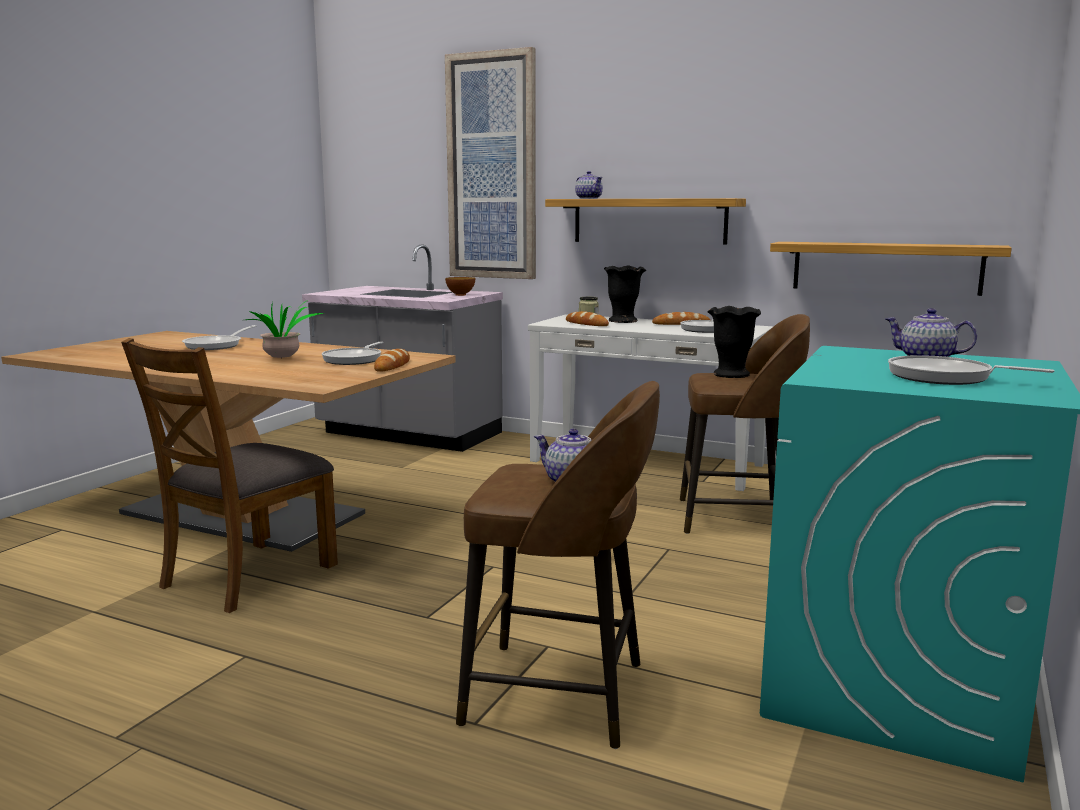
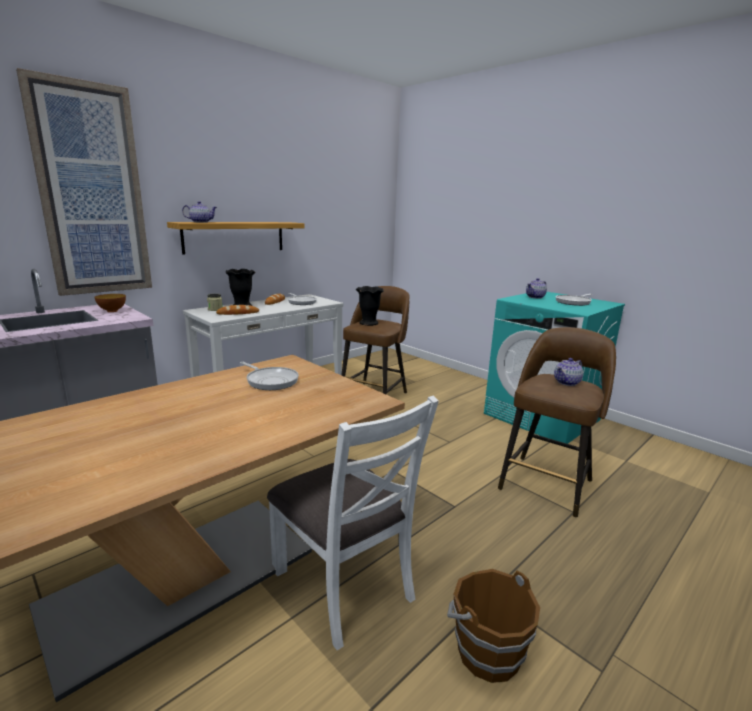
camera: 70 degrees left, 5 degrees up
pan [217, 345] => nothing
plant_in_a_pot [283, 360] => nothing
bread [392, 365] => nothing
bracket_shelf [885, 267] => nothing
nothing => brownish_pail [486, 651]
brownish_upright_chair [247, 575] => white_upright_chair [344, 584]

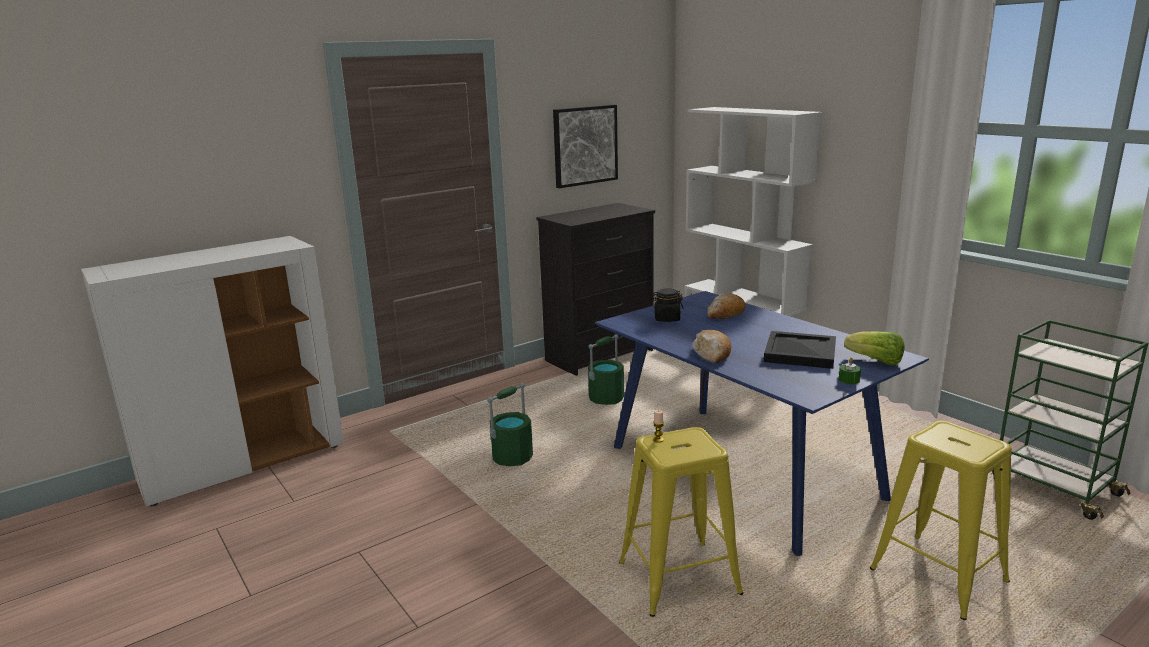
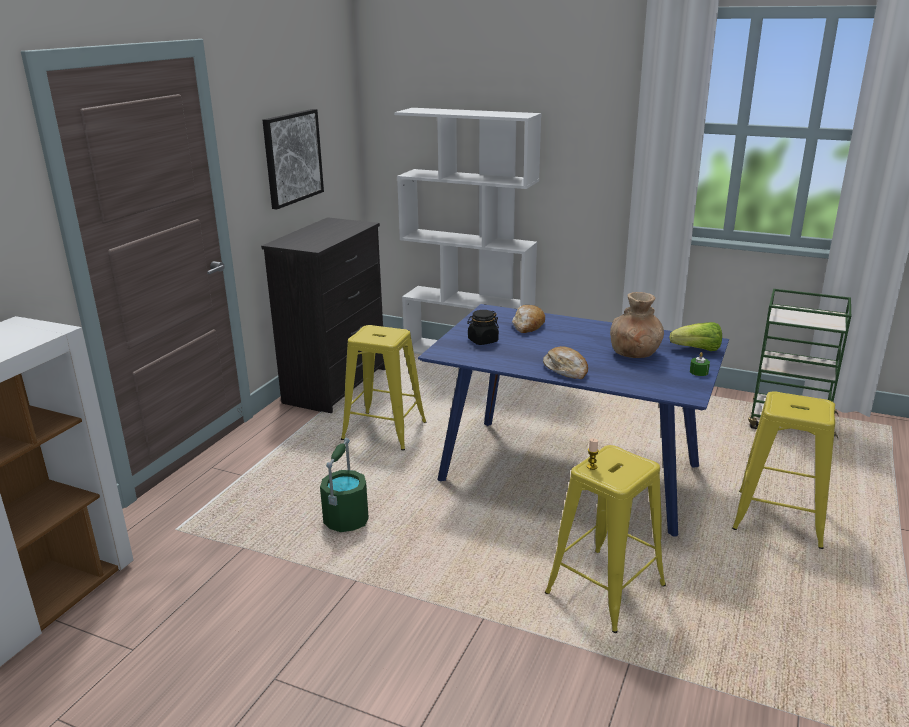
camera: 30 degrees left, 5 degrees up
green_pail [606, 398] => yellow-coloured_stool [384, 431]
black-coloured_tray [801, 352] => brownish_flower_vase [635, 353]

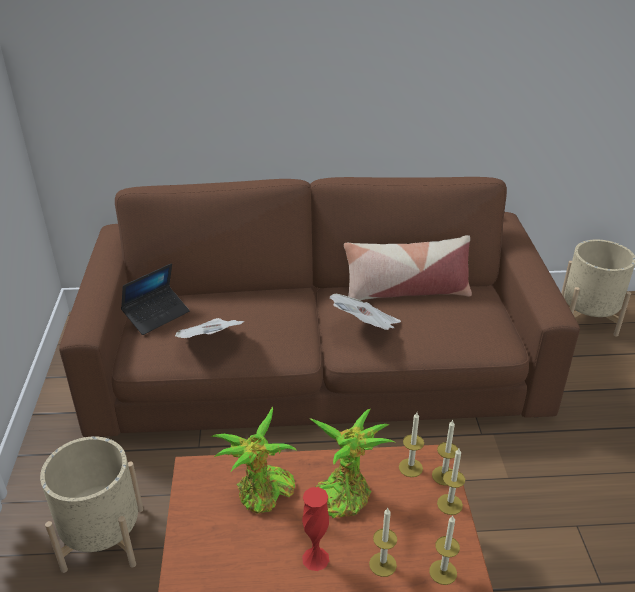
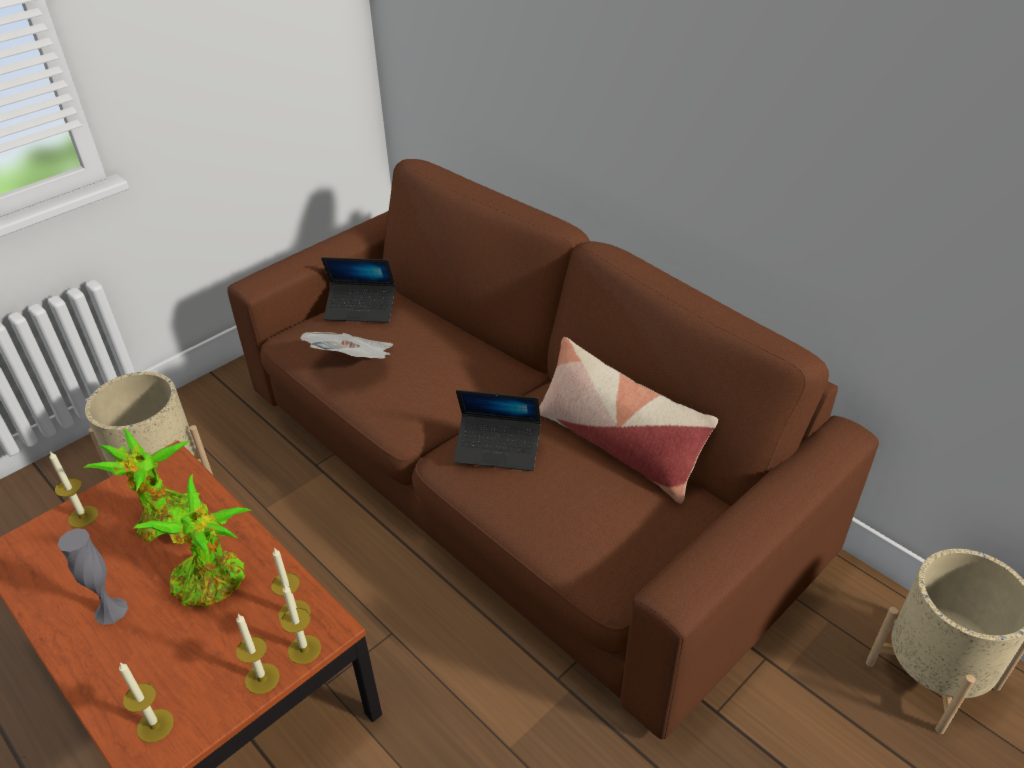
camera: 50 degrees right, 5 degrees up
wax_light [382, 564] => wax_light [83, 516], relocated
daily_paper [365, 327] => laptop [498, 449]
red-coloured_flower_vase [315, 558] => gray_flower_vase [111, 611]

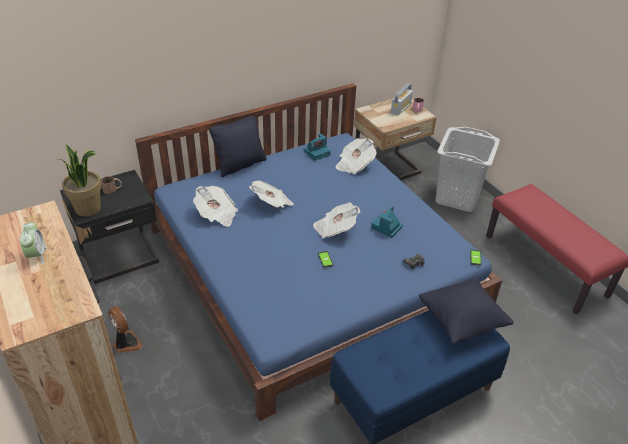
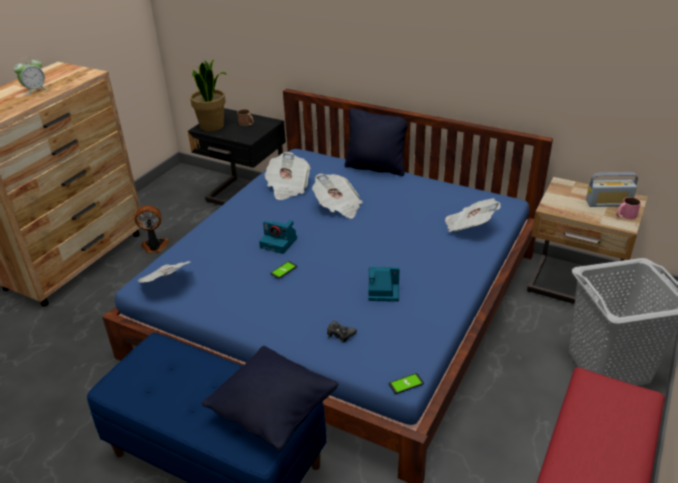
camera: 60 degrees right, 5 degrees down
photo_camera [317, 152] => photo_camera [279, 242], relocated
daily_paper [335, 229] => daily_paper [166, 283], relocated
fan [126, 343] => fan [154, 246], 120 degrees counterclockwise

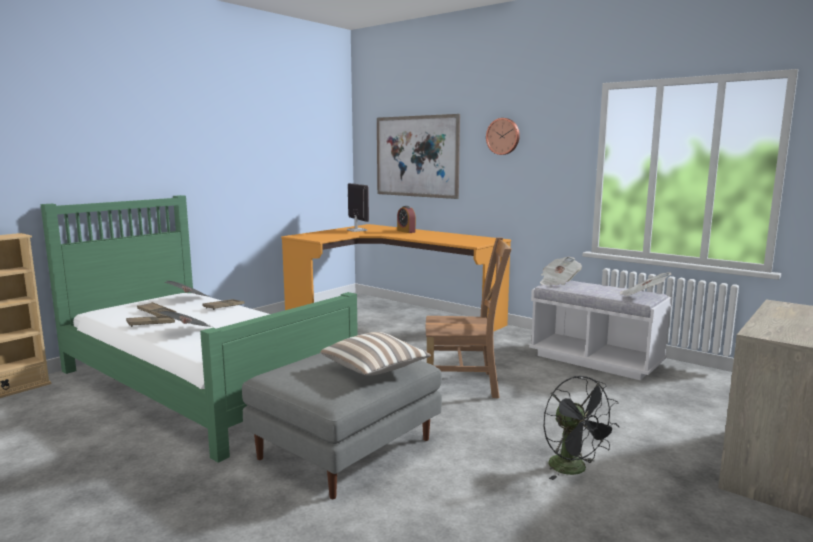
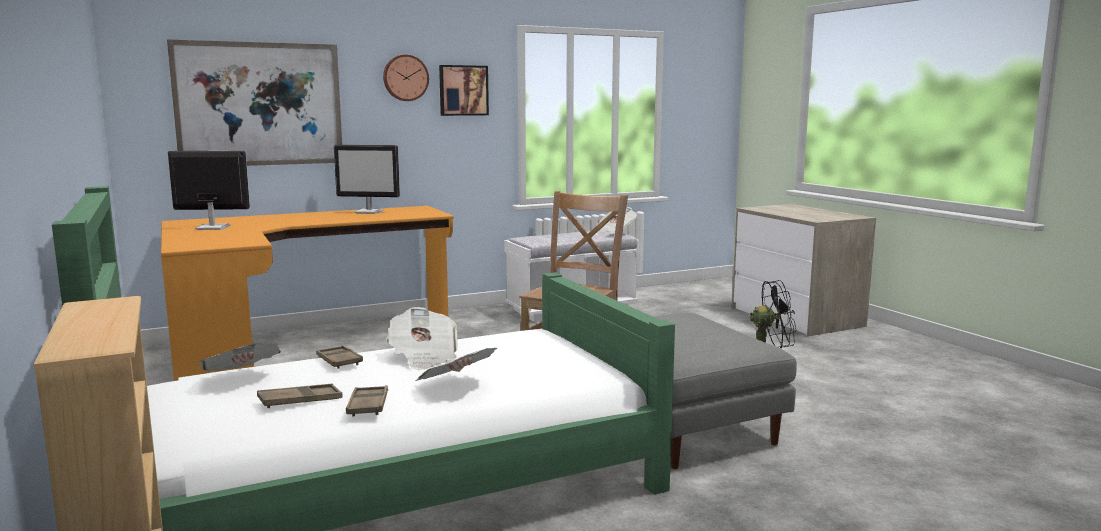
camera: 65 degrees left, 0 degrees up
cushion [375, 369] => nothing
alarm_clock [406, 231] => nothing
nothing => monitor [369, 212]
nothing => wall_picture [463, 90]
daily_paper [558, 282] => daily_paper [424, 357], relocated

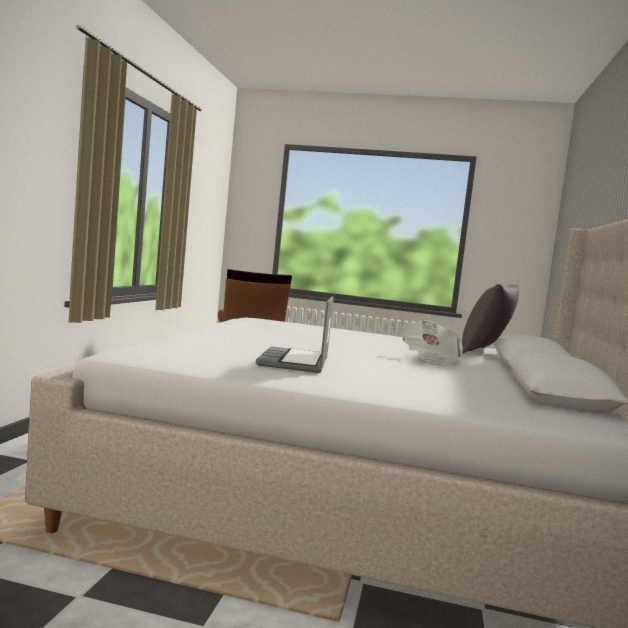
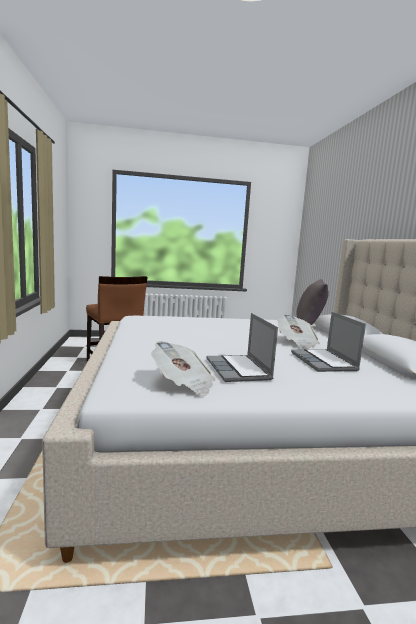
camera: 20 degrees left, 5 degrees up
nothing => daily_paper [183, 384]
nothing => laptop [324, 362]

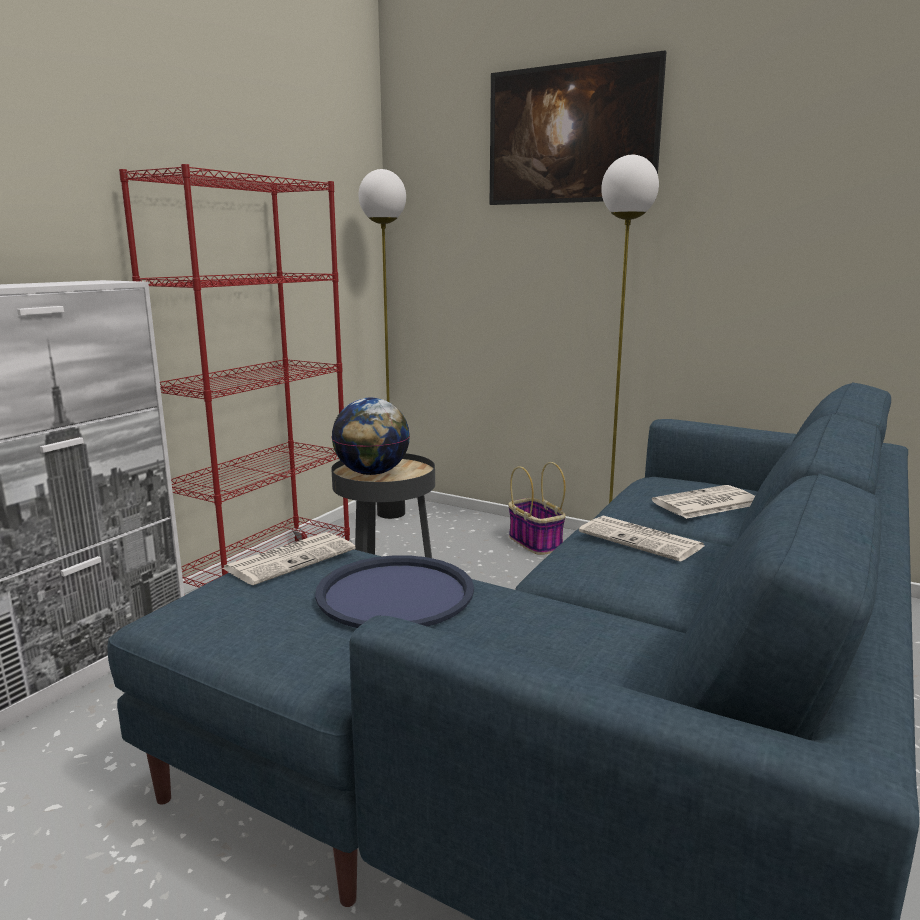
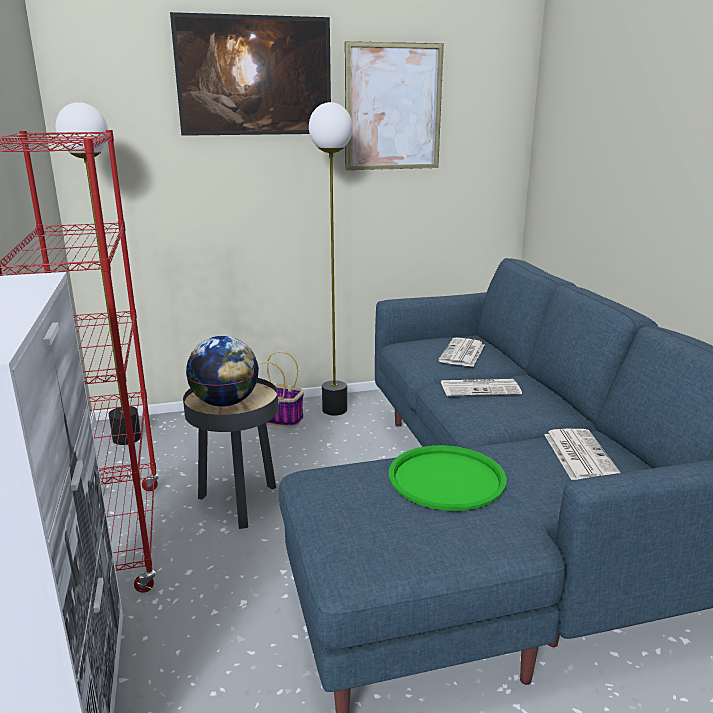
camera: 45 degrees left, 5 degrees up
nothing => wall_picture [393, 107]
daily_paper [291, 558] => daily_paper [579, 455], relocated
blue-coloured_tray [395, 594] => green_tray [446, 478]

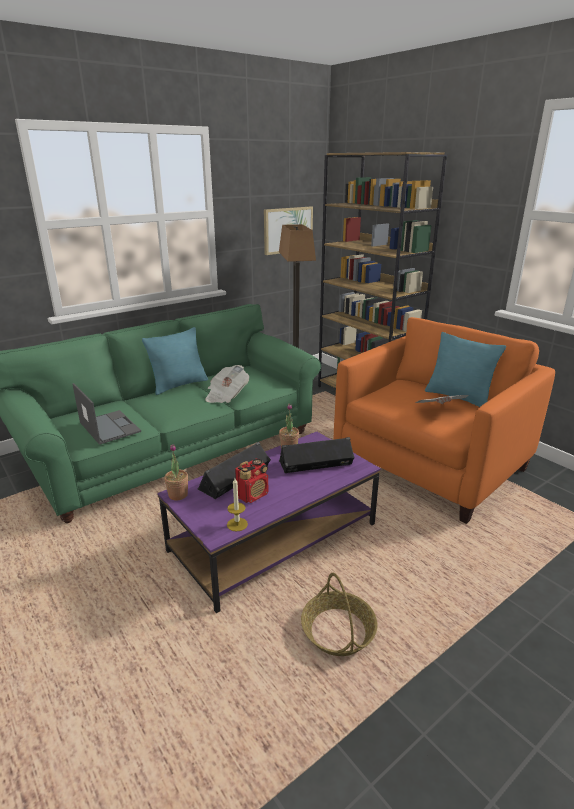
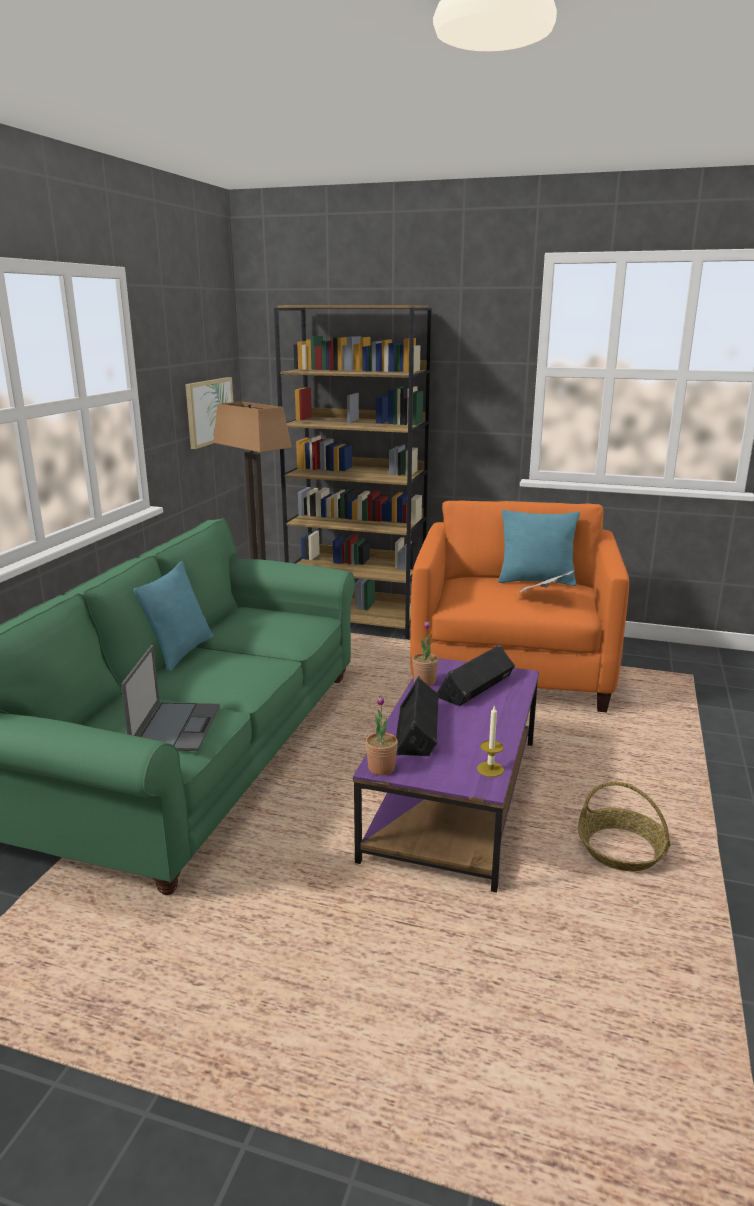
camera: 35 degrees left, 5 degrees down
daily_paper [226, 395] => nothing
radio_set [253, 495] => nothing
laptop [109, 427] => laptop [176, 726], 75 degrees clockwise

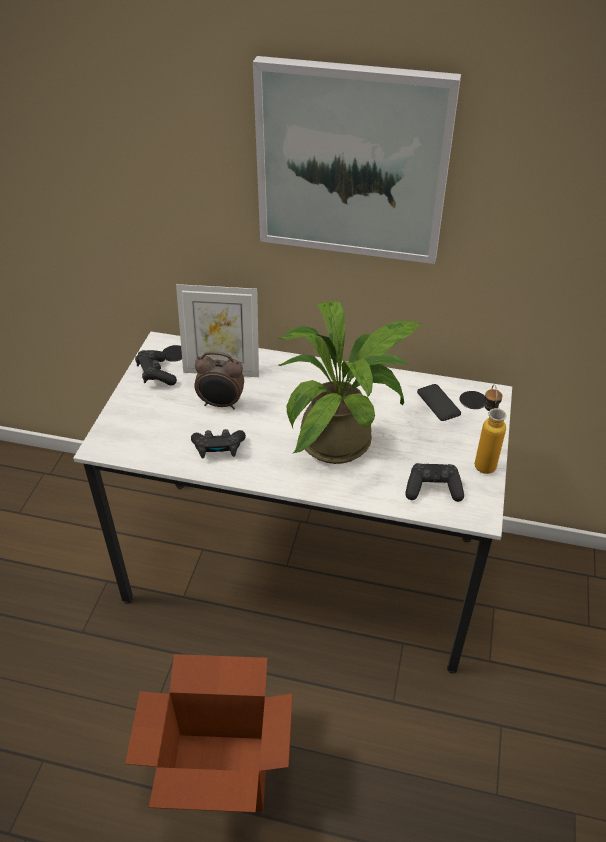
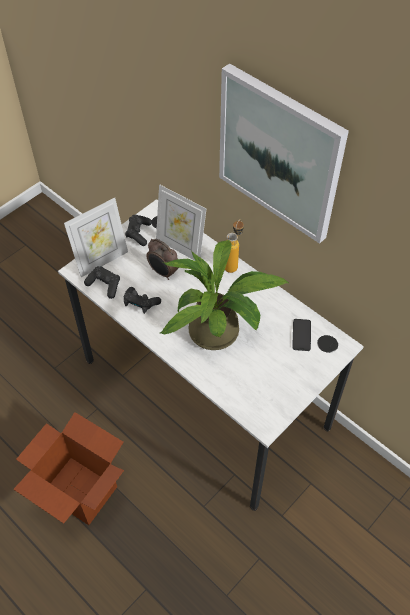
camera: 30 degrees right, 10 degrees up
nothing => standing_frame [101, 261]
black-coloured_gamepad [433, 489] => black-coloured_gamepad [104, 285], relocated
bottle [483, 459] => bottle [233, 263], relocated

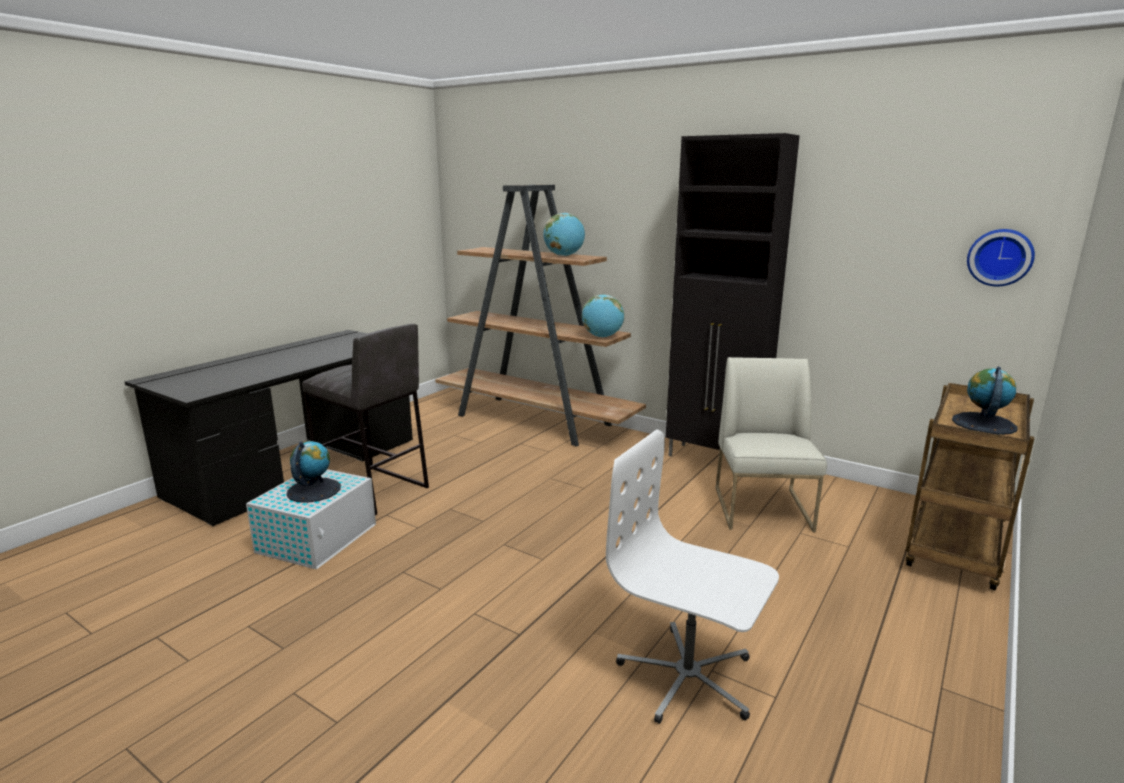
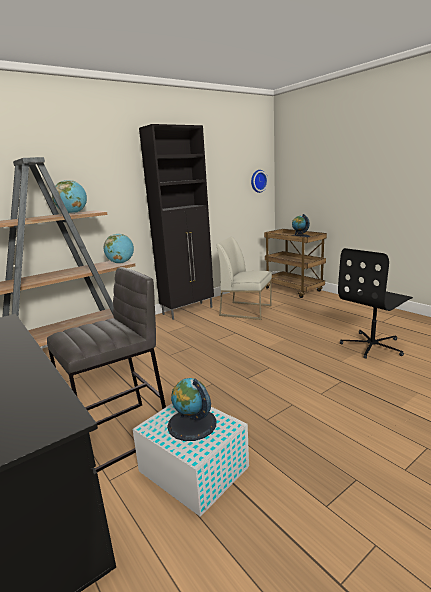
camera: 70 degrees left, 0 degrees up
white_computer_chair [687, 677] => black-coloured_computer_chair [372, 346]

